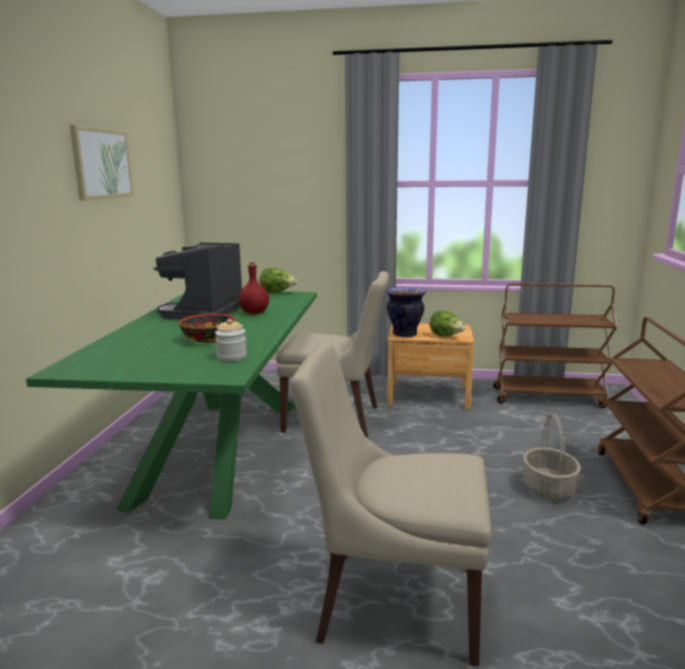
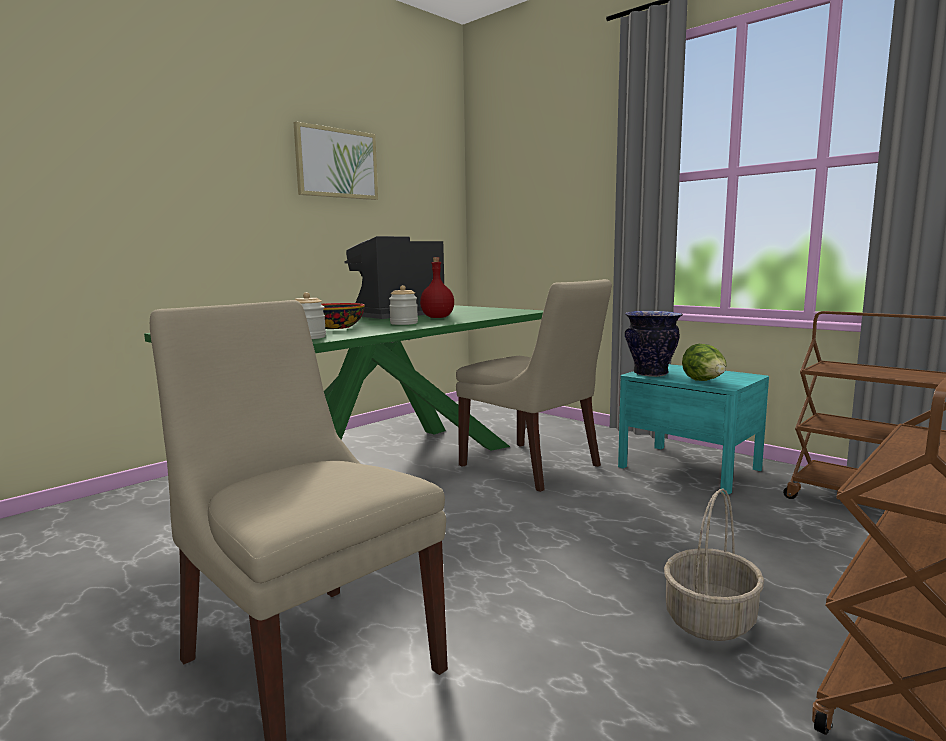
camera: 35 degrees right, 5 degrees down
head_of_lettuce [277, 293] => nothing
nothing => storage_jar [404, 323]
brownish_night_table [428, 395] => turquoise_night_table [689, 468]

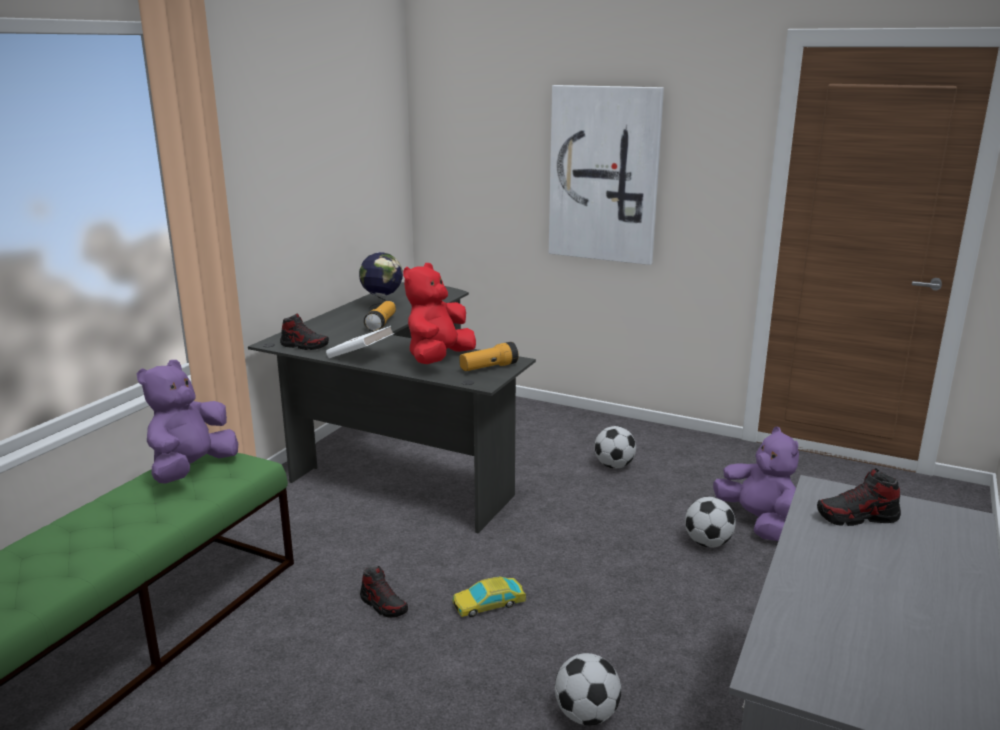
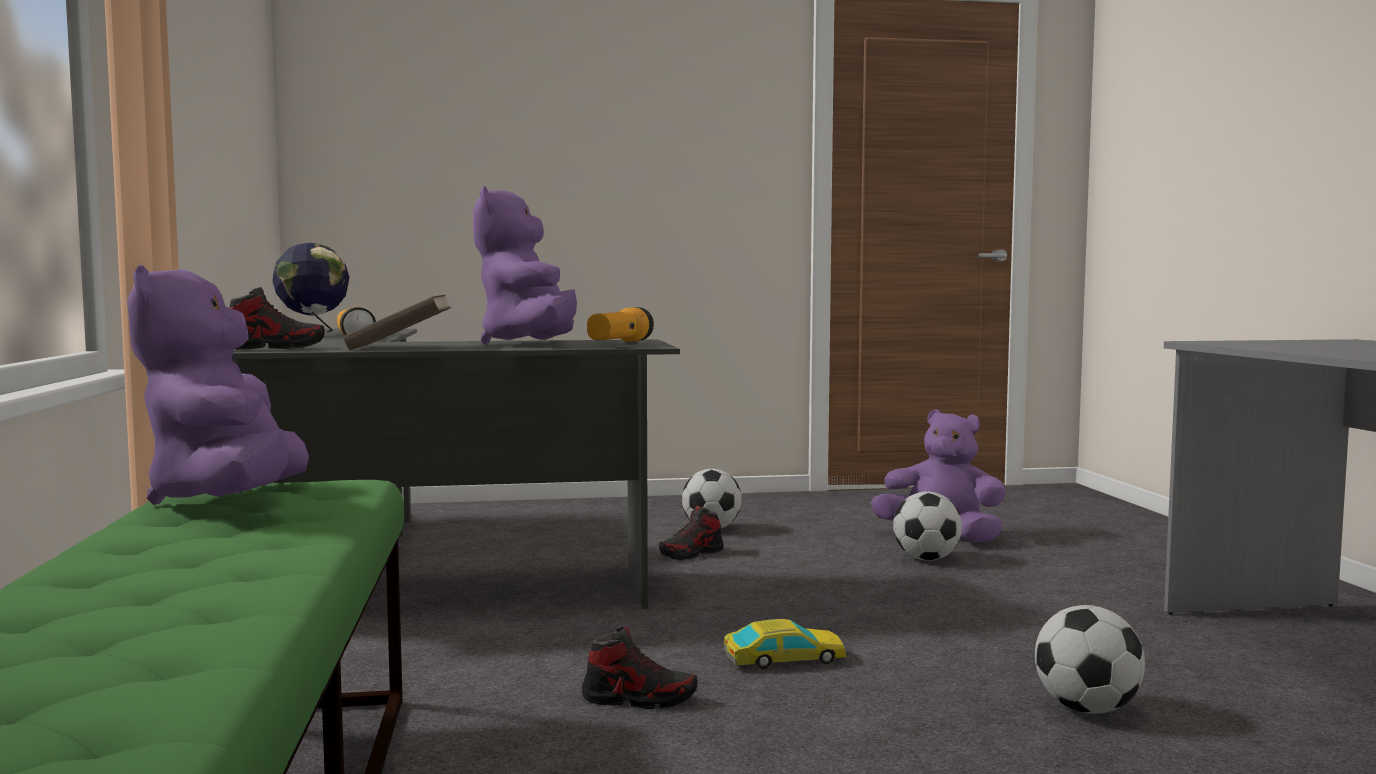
camera: 35 degrees left, 15 degrees down
wall_picture [604, 174] => nothing
item_of_footwear [857, 517] => item_of_footwear [691, 554], relocated
white_bound_book [360, 356] => brownish_bound_book [399, 347]
red-coloured_soft_toy [438, 359] => purple_soft_toy [530, 344]
toy_car [489, 603] => toy_car [784, 659], 135 degrees counterclockwise

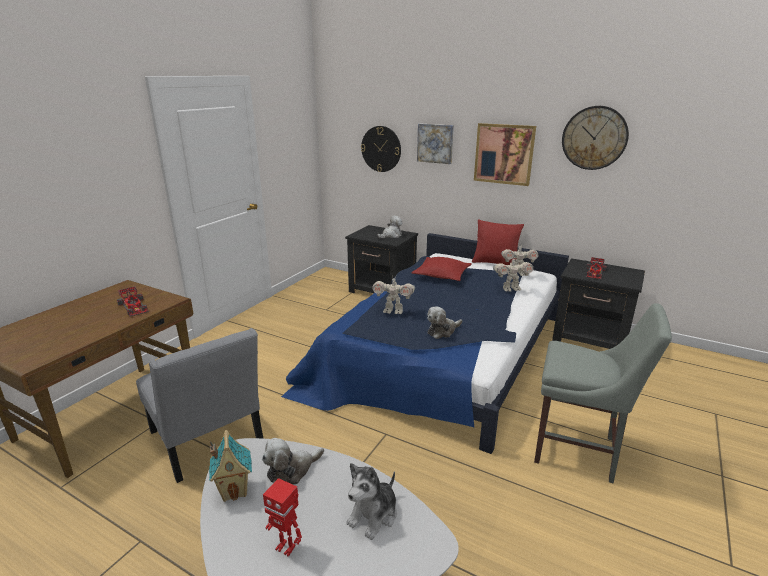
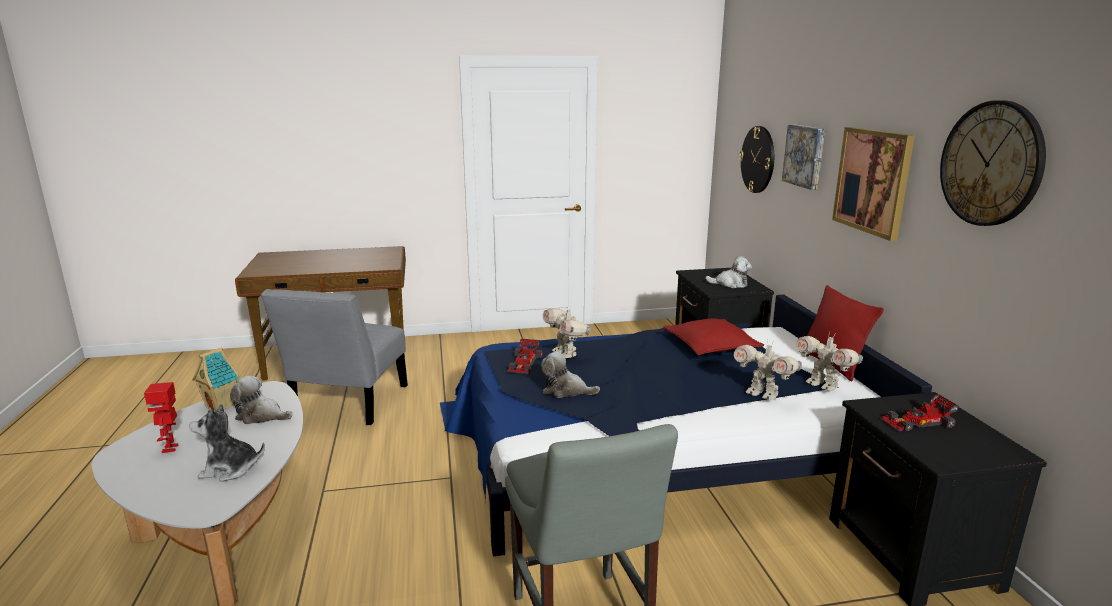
camera: 50 degrees right, 5 degrees down
toy_car [134, 307] => toy_car [524, 363], relocated

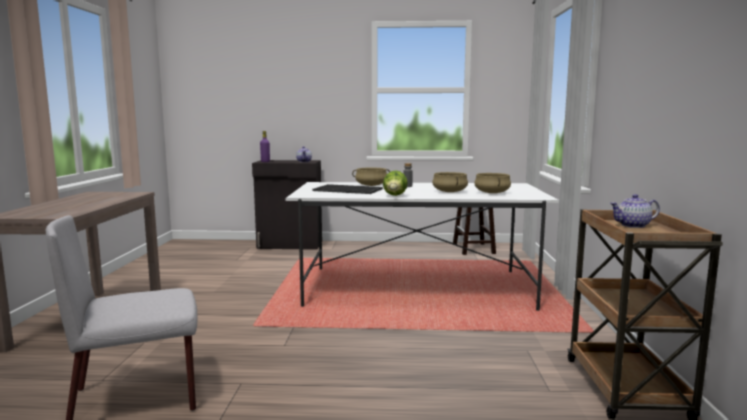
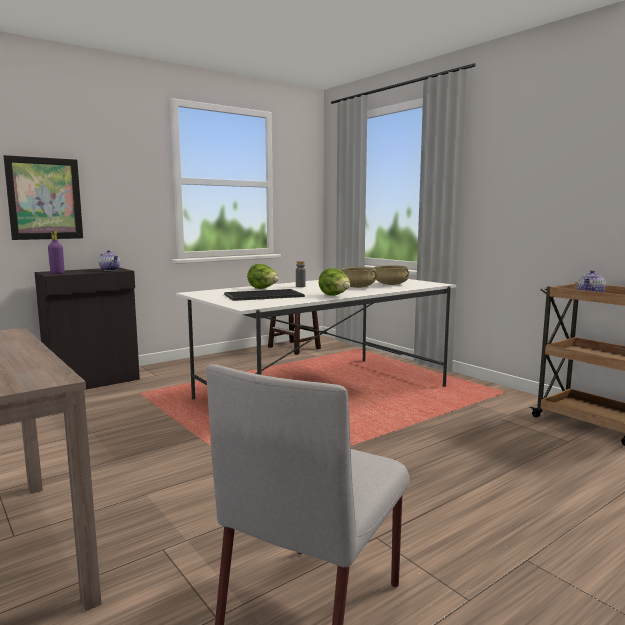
camera: 40 degrees left, 0 degrees up
nothing => wall_picture [45, 198]
beige_cooking_pot [371, 185] => head_of_lettuce [263, 289]

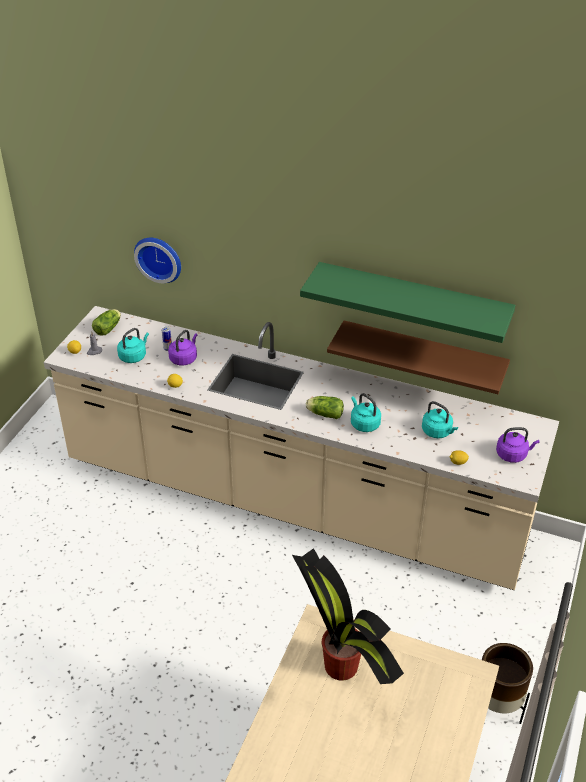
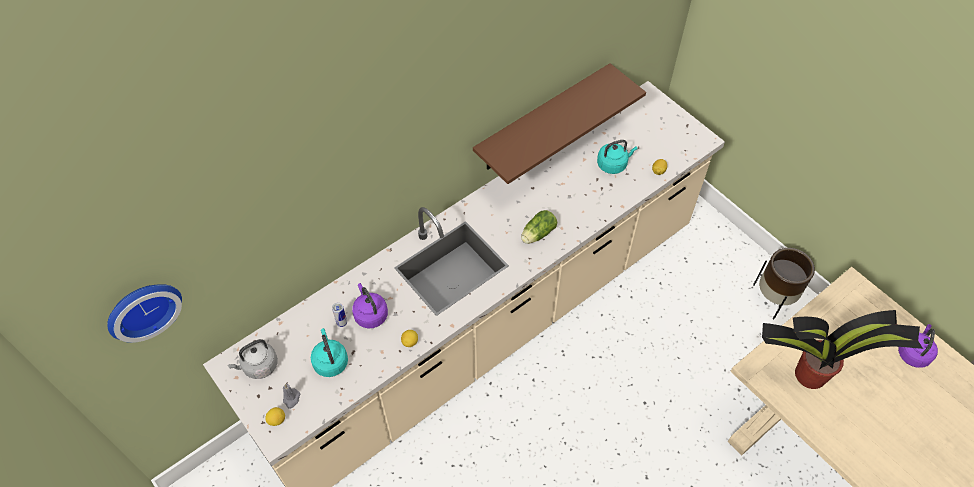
camera: 60 degrees left, 15 degrees up
green_bracket_shelf [412, 301] => nothing
turquoise_kettle [364, 424] => nothing
hanging_clock [159, 258] => hanging_clock [142, 308], relocated
purple_kettle [513, 455] => purple_kettle [913, 353], relocated
head_of_lettuce [109, 328] => gray_kettle [258, 366]

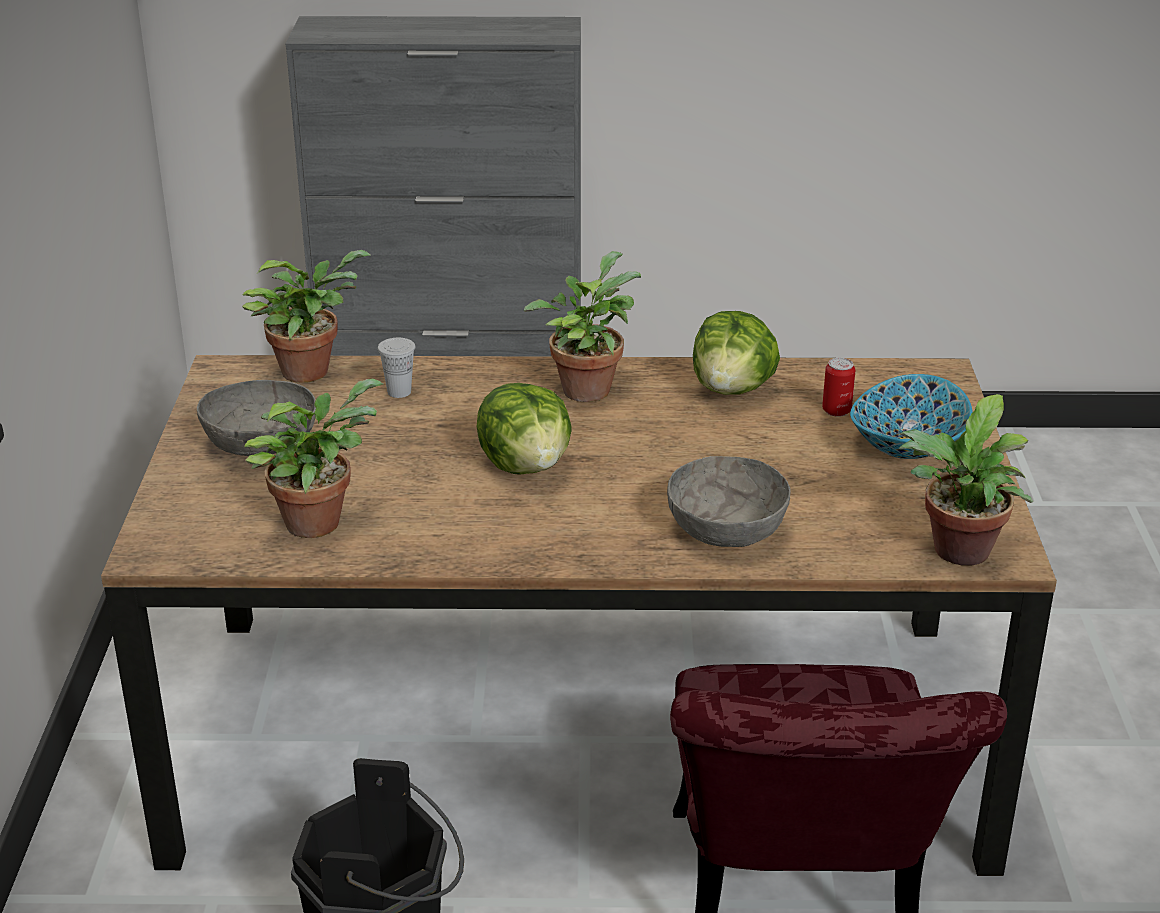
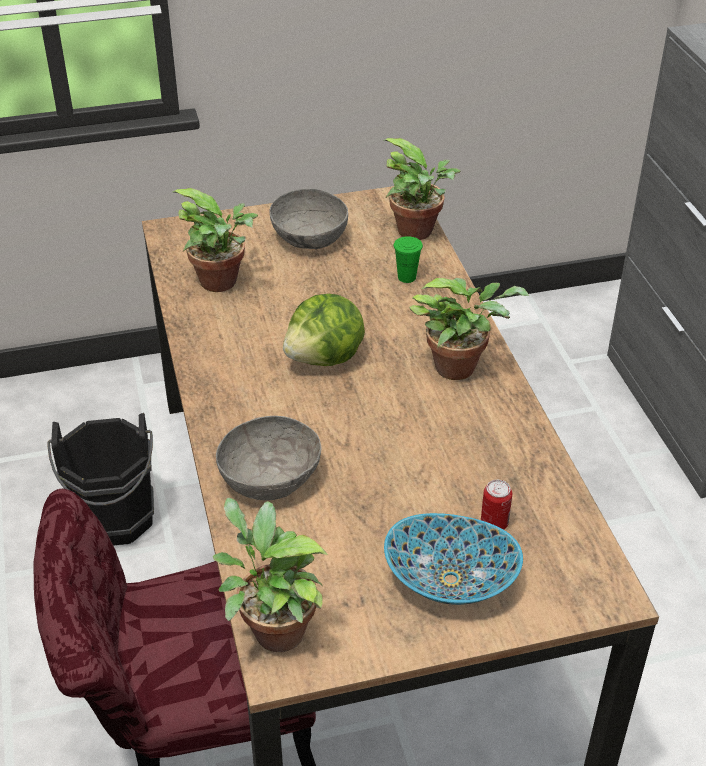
camera: 75 degrees right, 10 degrees up
head_of_lettuce [733, 390] => nothing
white_small_cup [399, 392] => green_small_cup [406, 277]

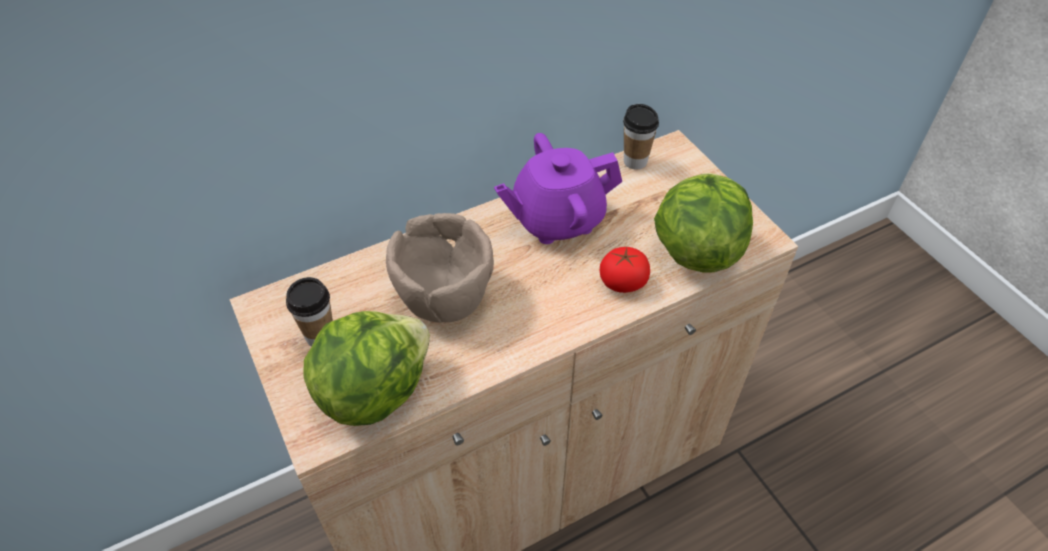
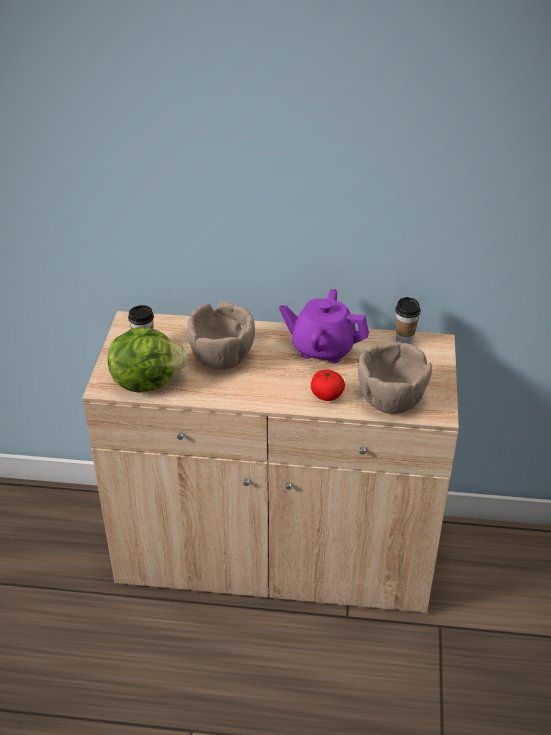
camera: 35 degrees right, 10 degrees down
head_of_lettuce [696, 249] => brownish_serving_bowl [389, 400]

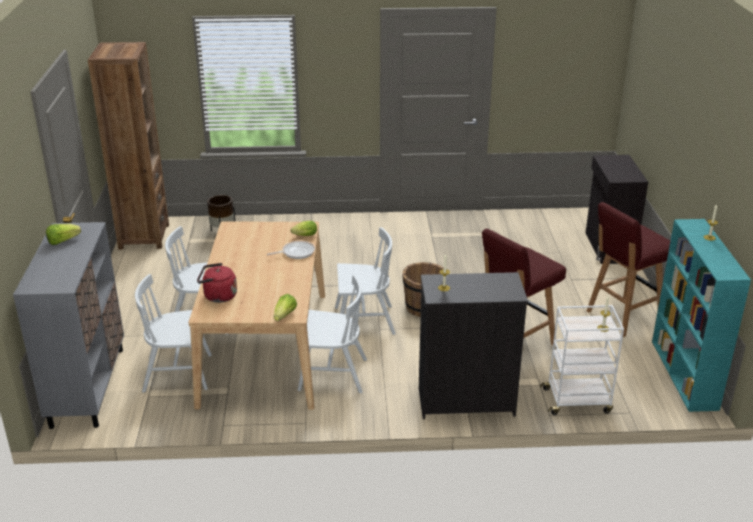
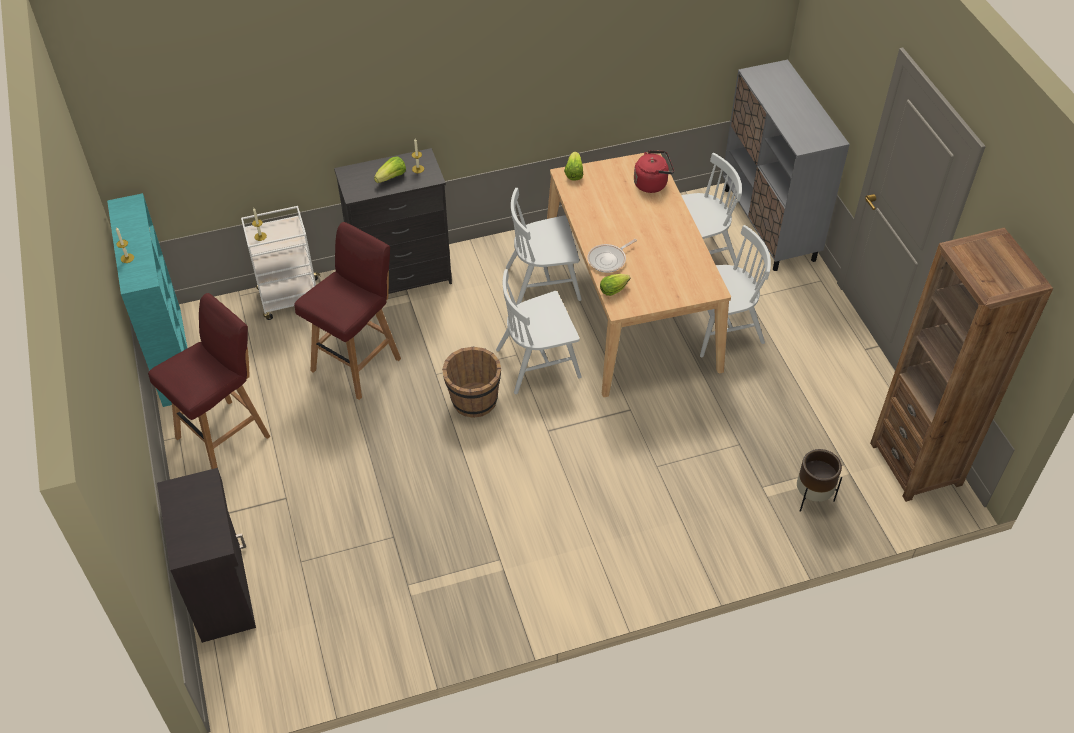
camera: 165 degrees right, 20 degrees up
head_of_lettuce [63, 241] => head_of_lettuce [392, 177], relocated

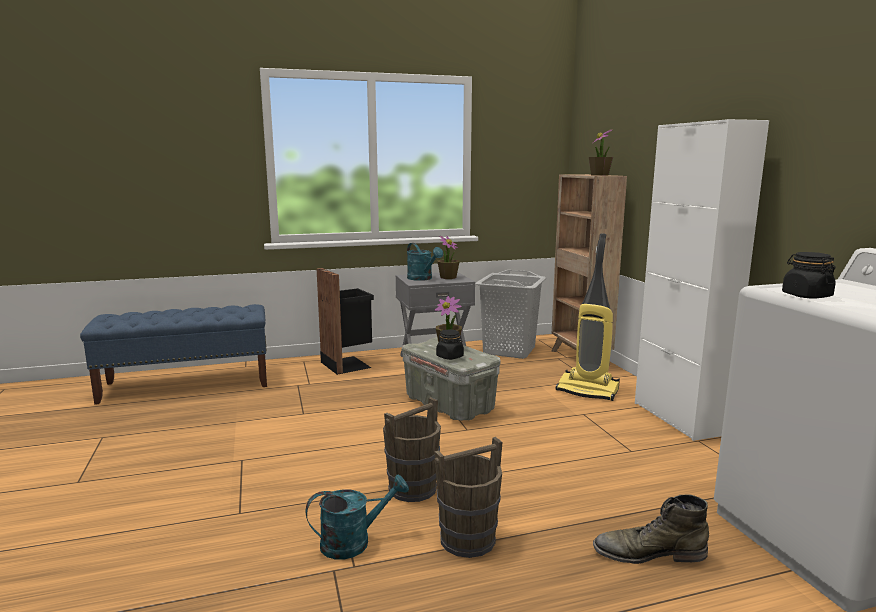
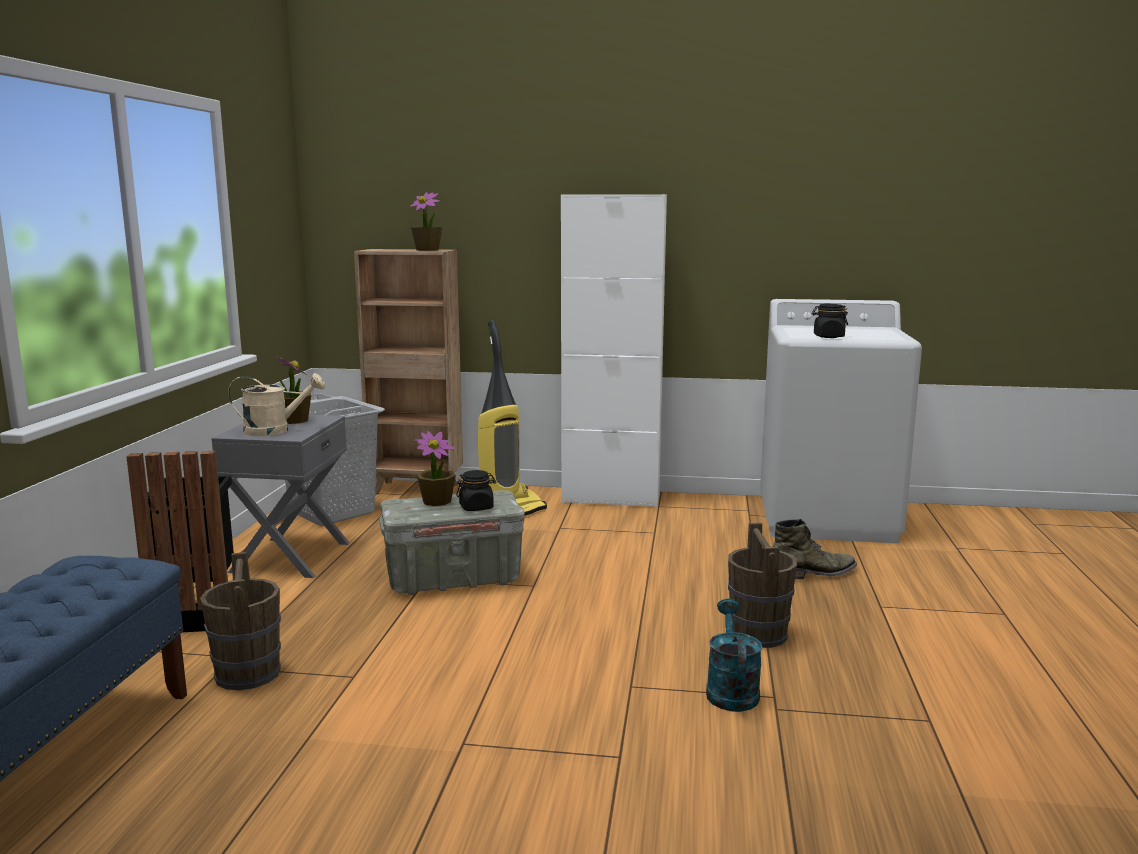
camera: 65 degrees left, 0 degrees up
brownish_pail [413, 488] => brownish_pail [248, 673], relocated
turquoise_watering_pot [422, 279] => beige_watering_pot [275, 430]
green_tall_boot [648, 553] => green_tall_boot [813, 573], 135 degrees counterclockwise

